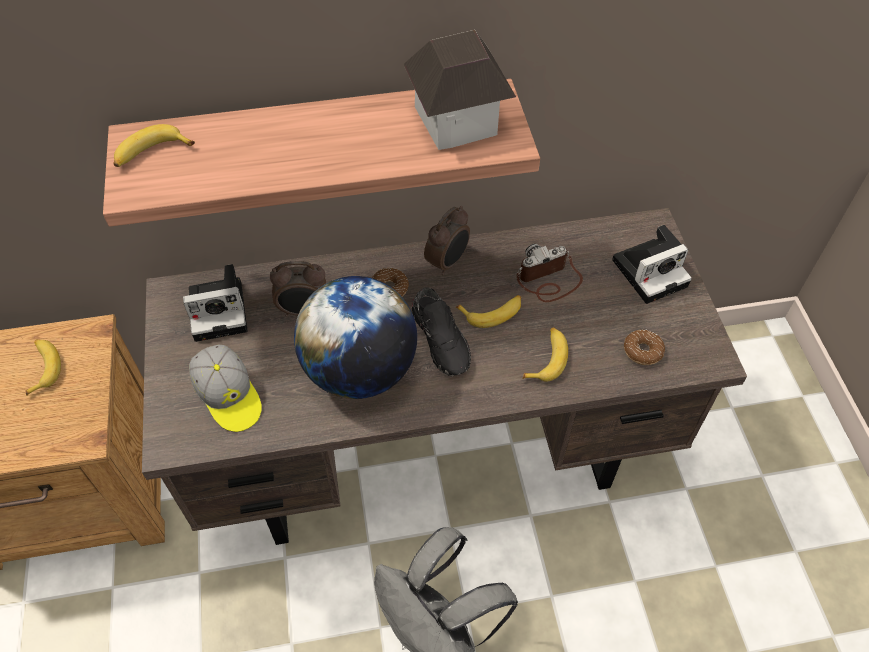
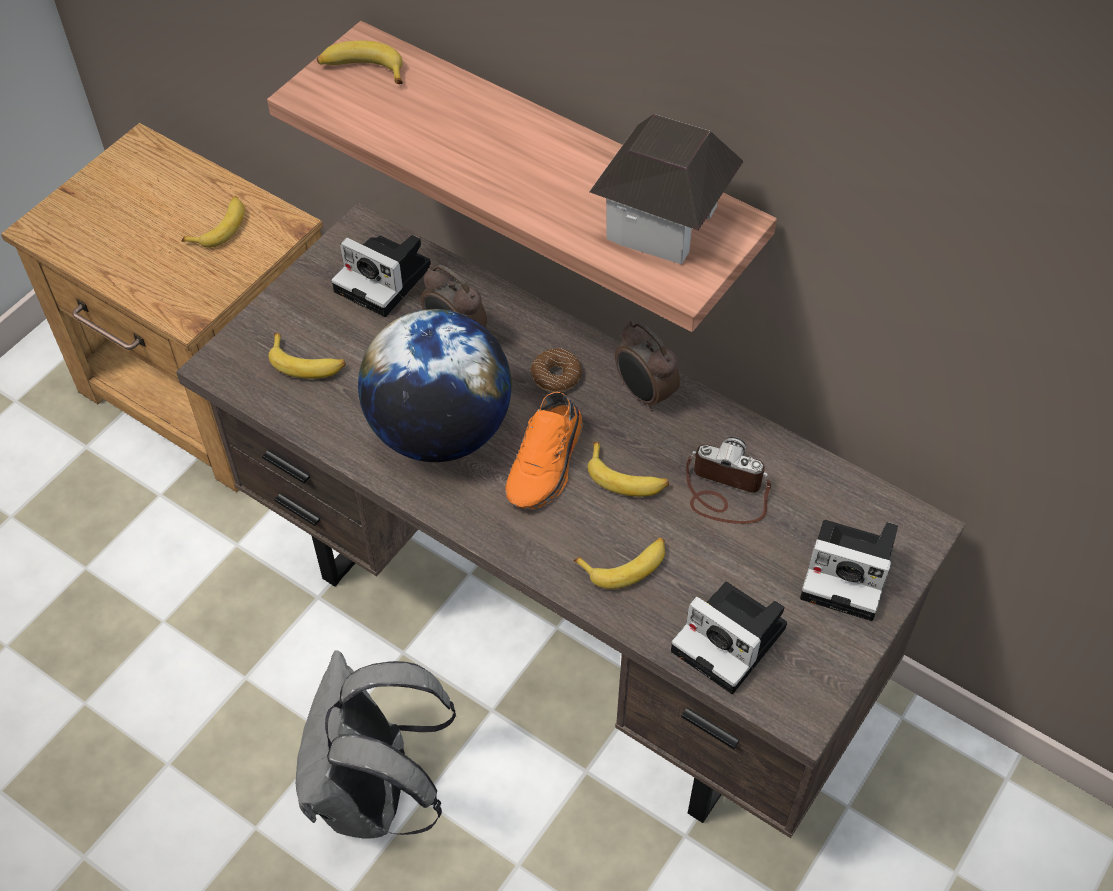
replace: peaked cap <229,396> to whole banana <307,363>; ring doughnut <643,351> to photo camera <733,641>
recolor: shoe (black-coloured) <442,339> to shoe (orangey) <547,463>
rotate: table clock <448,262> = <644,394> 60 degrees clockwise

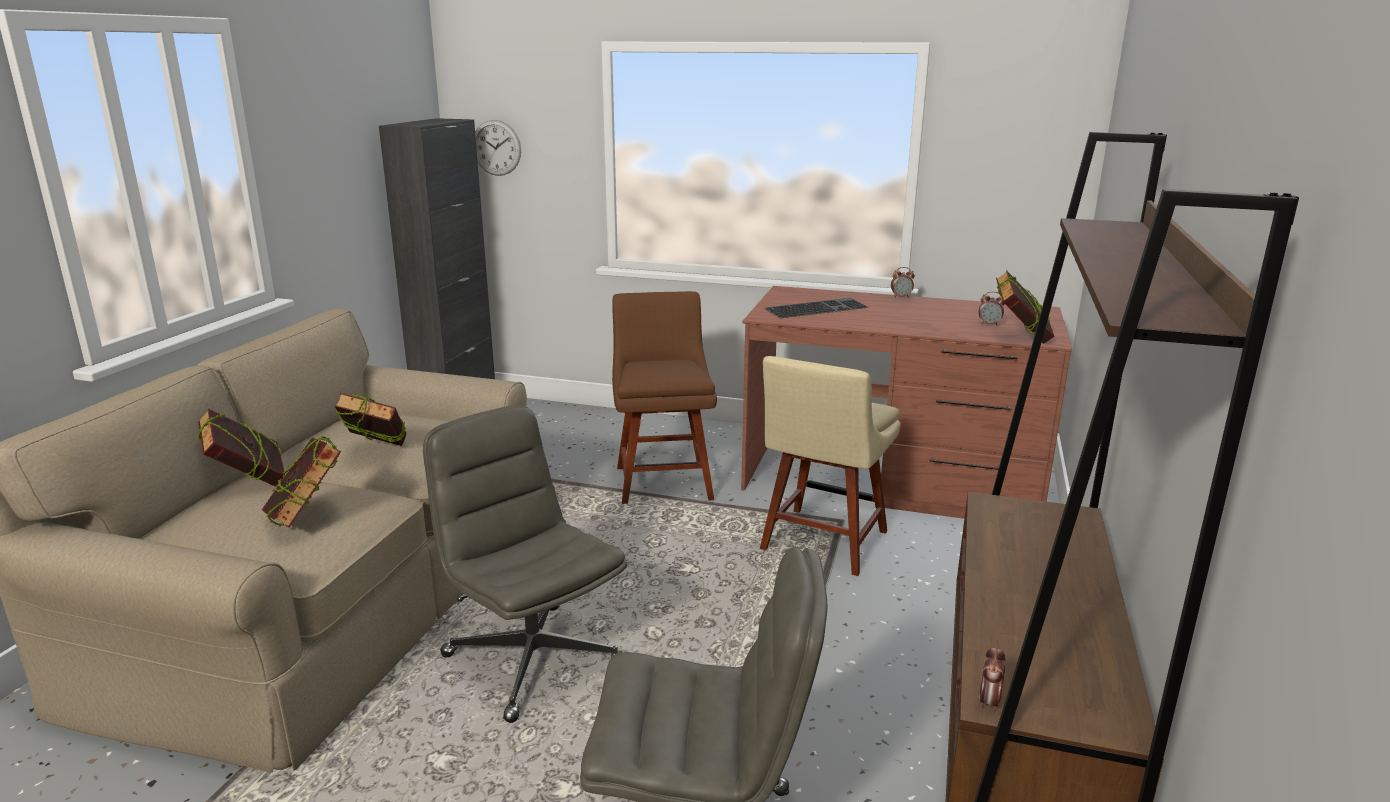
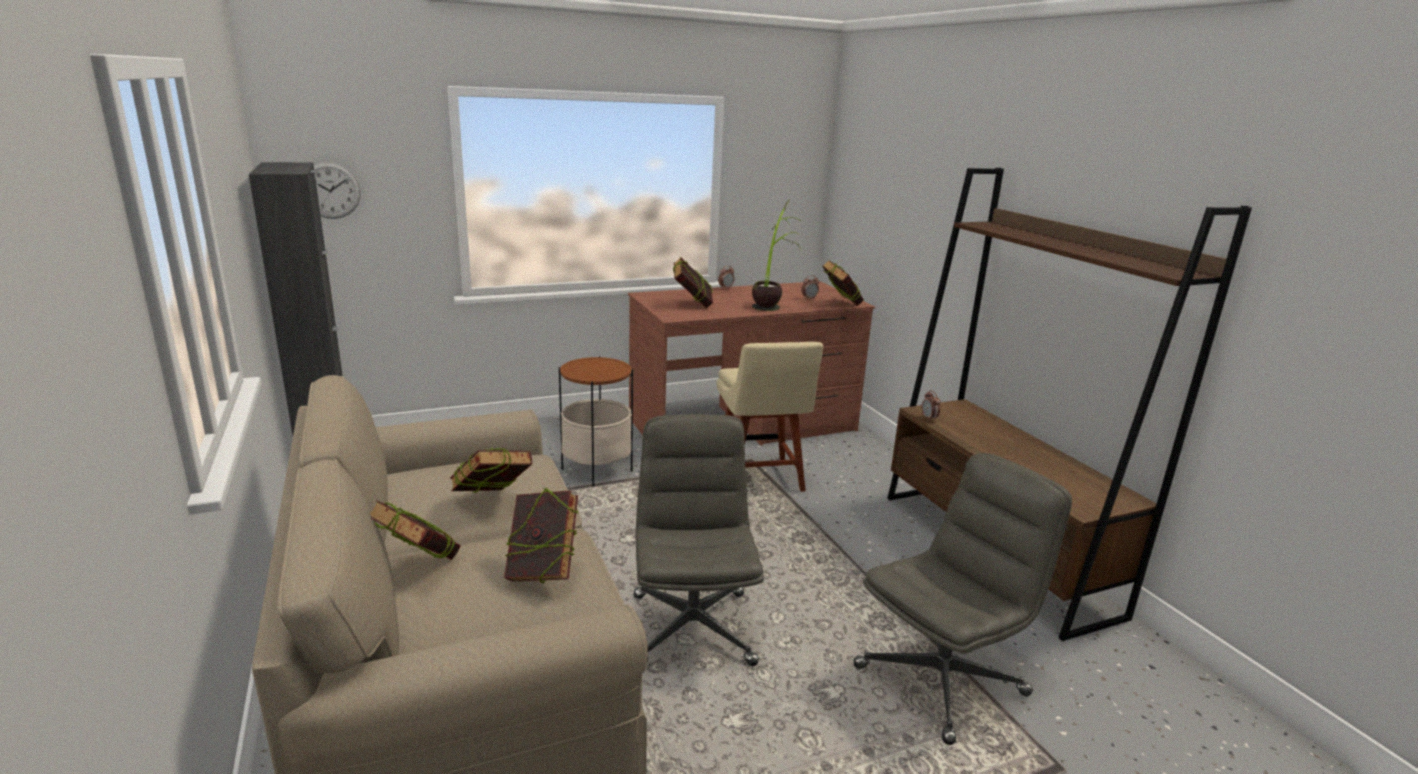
insert: plant in a pot <772,303>
move: table clock <988,702> to <929,418>
replace: chair (brown) <663,480> to end table <596,470>; keyboard <816,308> to bound book <692,304>
rotate: office chair (greyish) <532,659> = <691,627> 75 degrees clockwise

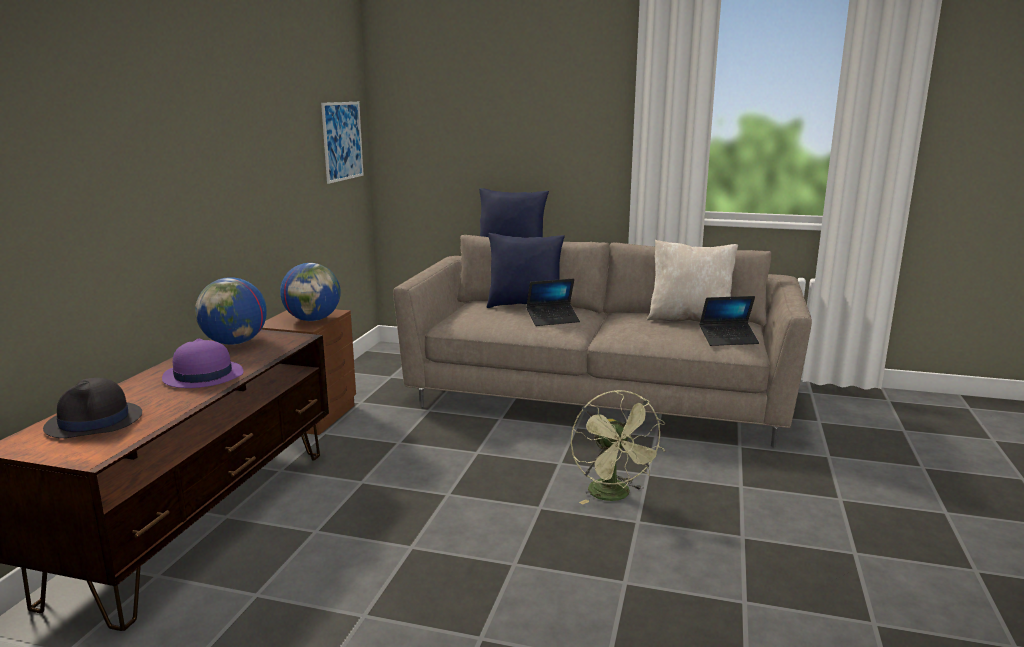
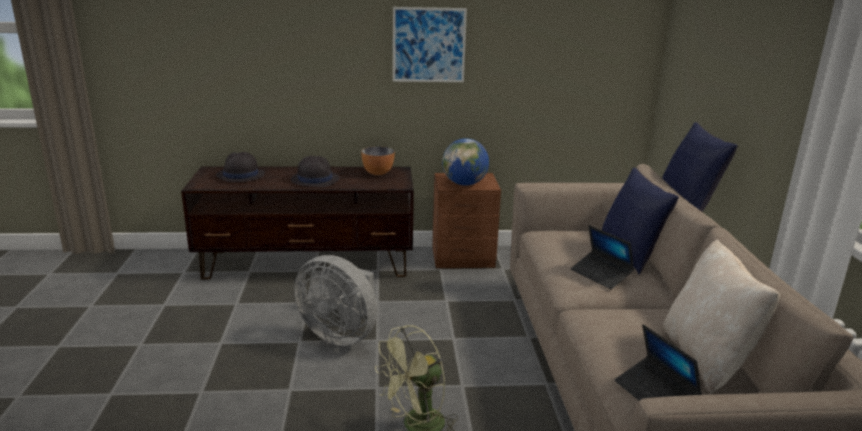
insert: electric fan (greyish) <341,334>
move: picture <342,141> to <429,45>
replace: world globe <235,343> to deep dish <378,173>
recolor: hat (purple-coloured) <202,376> to hat (black-coloured) <315,179>

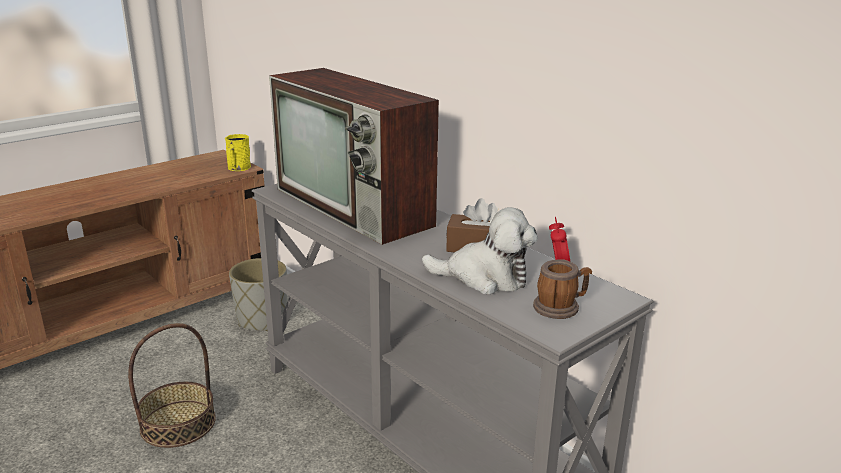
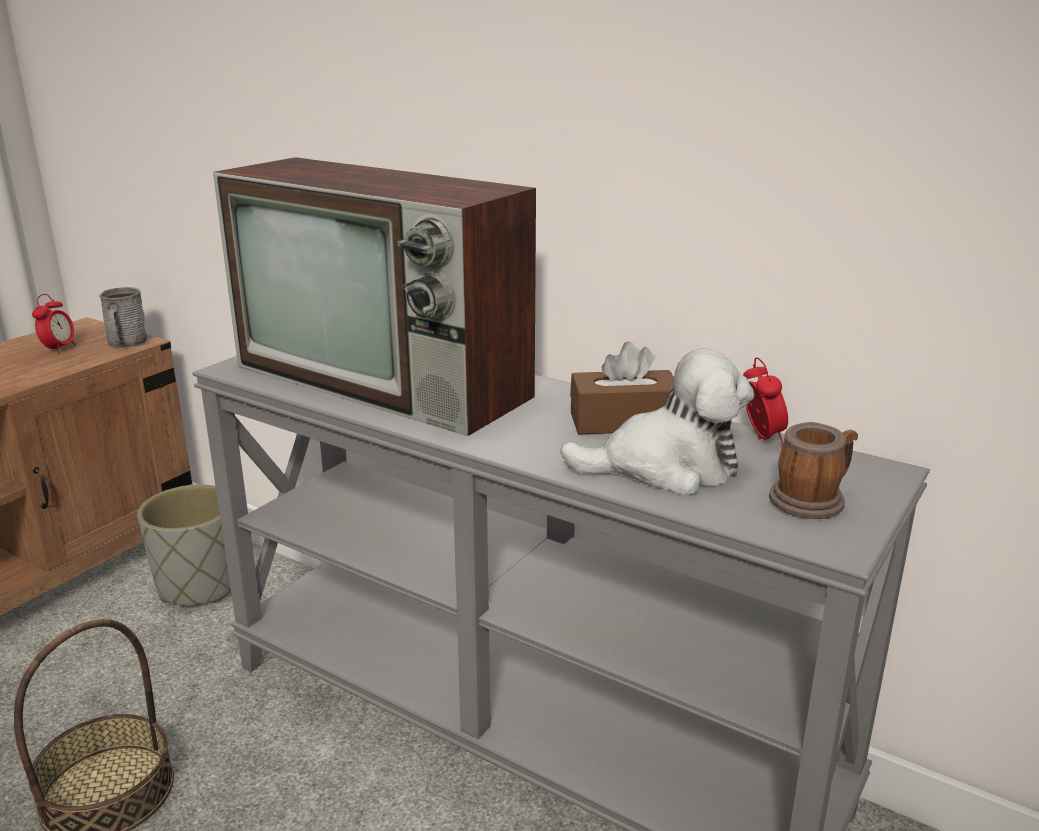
insert: table clock <59,349>
recolor: coffee mug (yellow) <238,168> to coffee mug (greyish) <126,344>

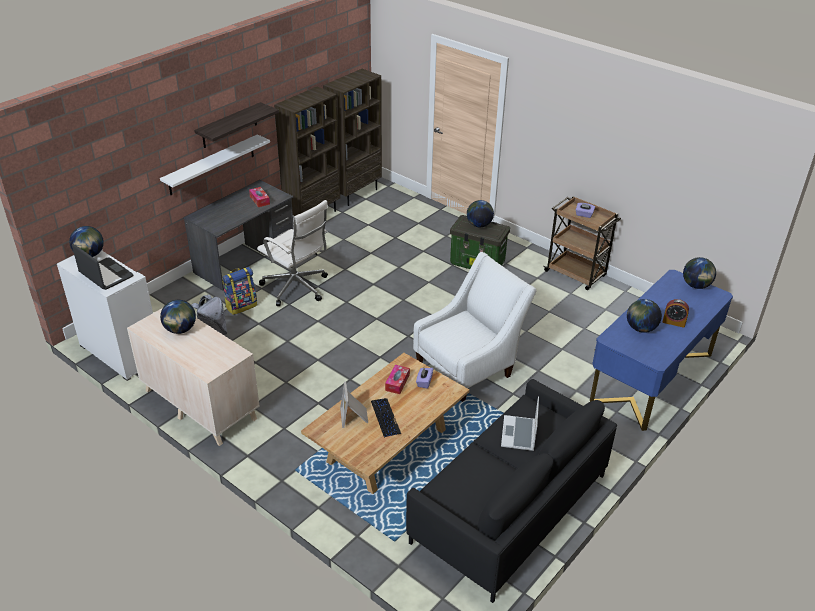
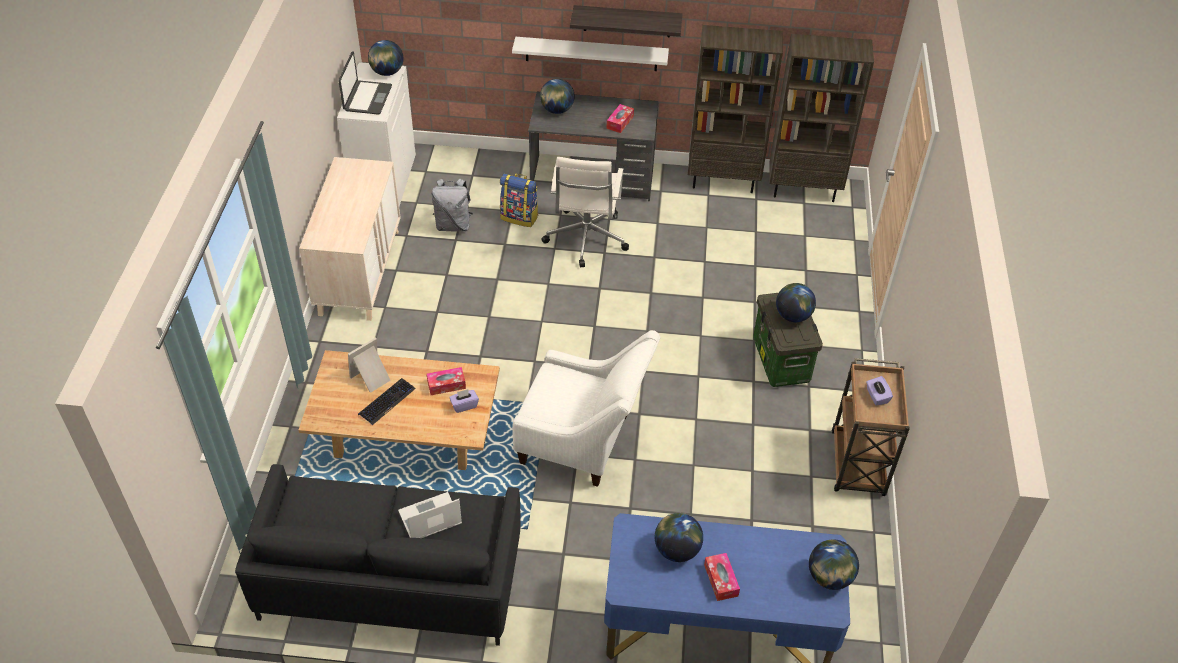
move: world globe <180,330> to <557,110>
replace: table clock <674,322> to tissue holder <721,580>

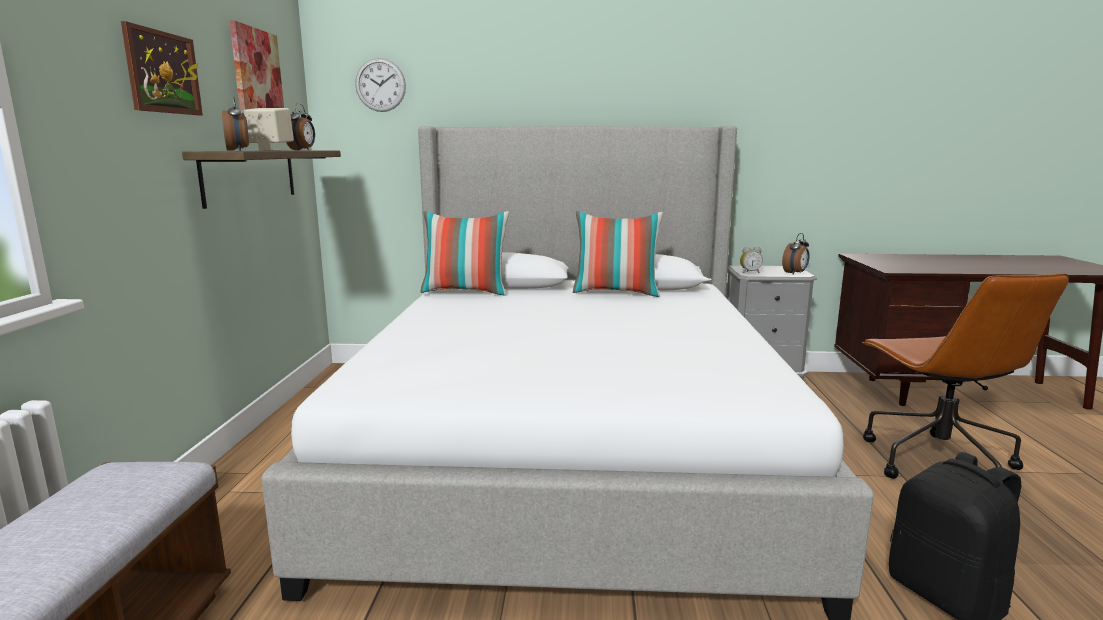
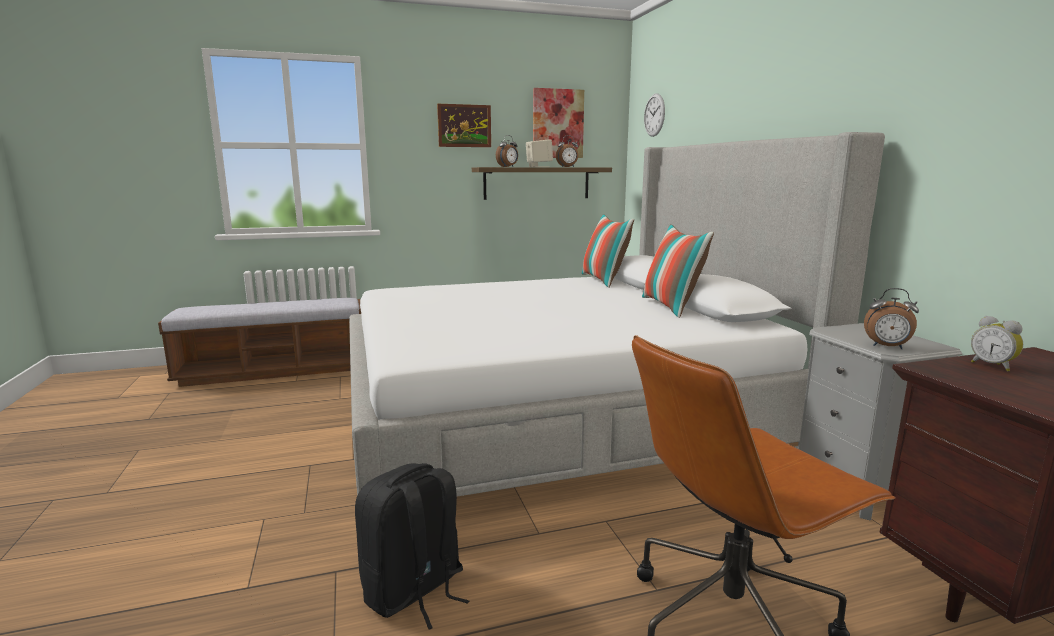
move: table clock <749,272> to <993,366>

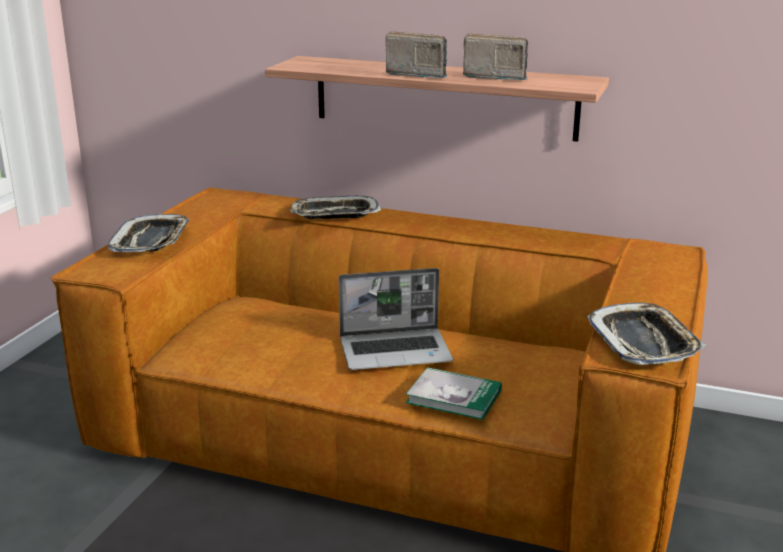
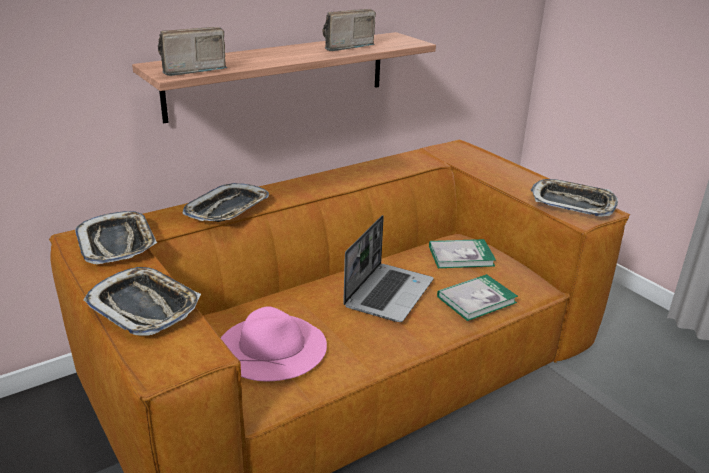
insert: serving tray <117,243>; hat (pink-coloured) <272,346>; bound book <461,256>
move: radio set <417,74> to <190,70>

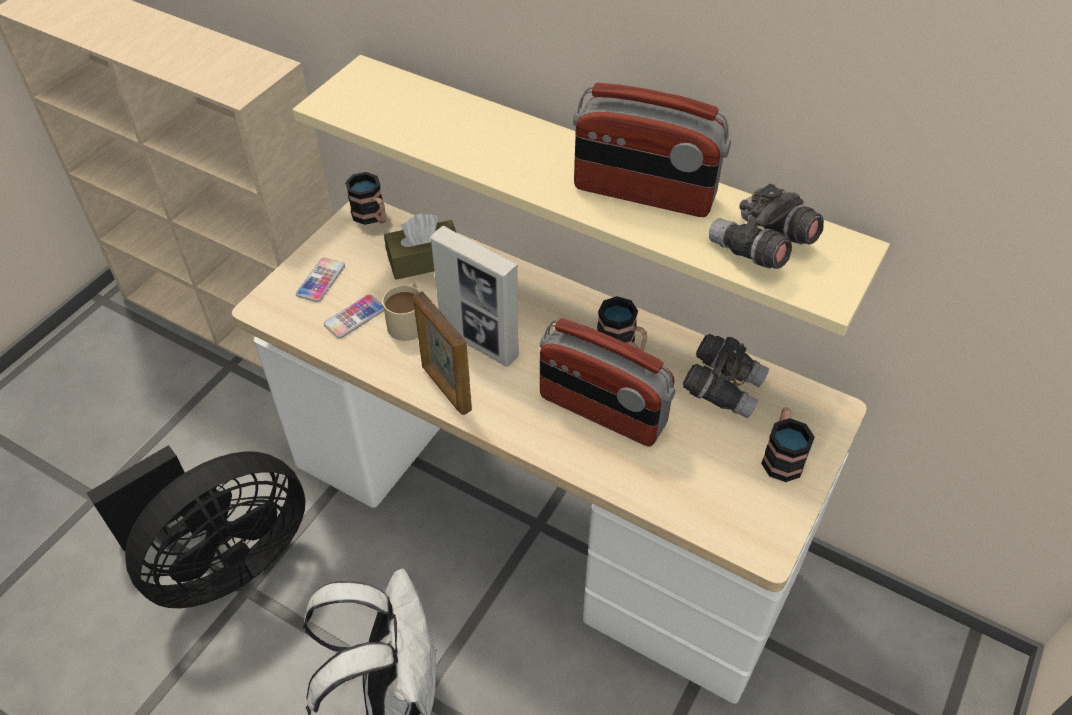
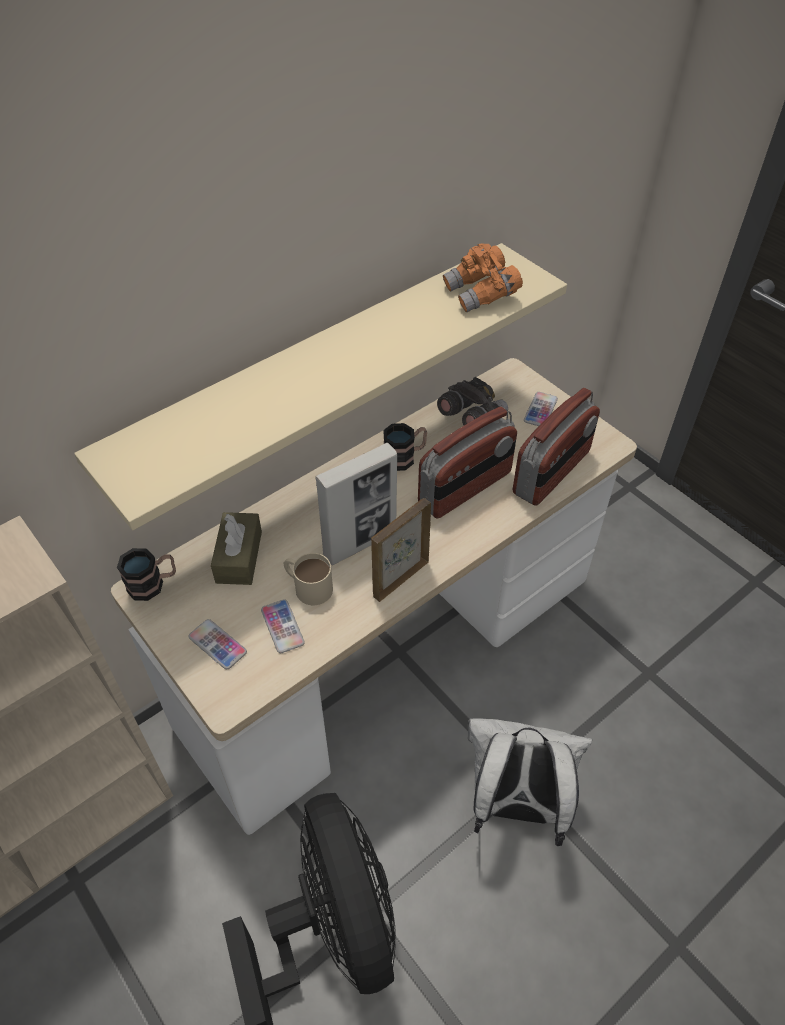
move: radio set <644,193> to <552,473>
replace: coffee mug <781,456> to handset <540,410>
recolor: binoculars (greyish) <761,248> to binoculars (orangey) <481,294>
rotate: picture frame <446,388> = <400,579> 150 degrees clockwise

